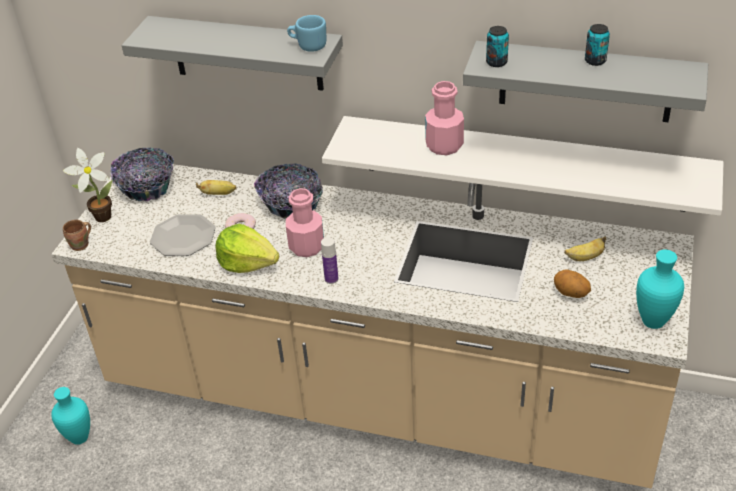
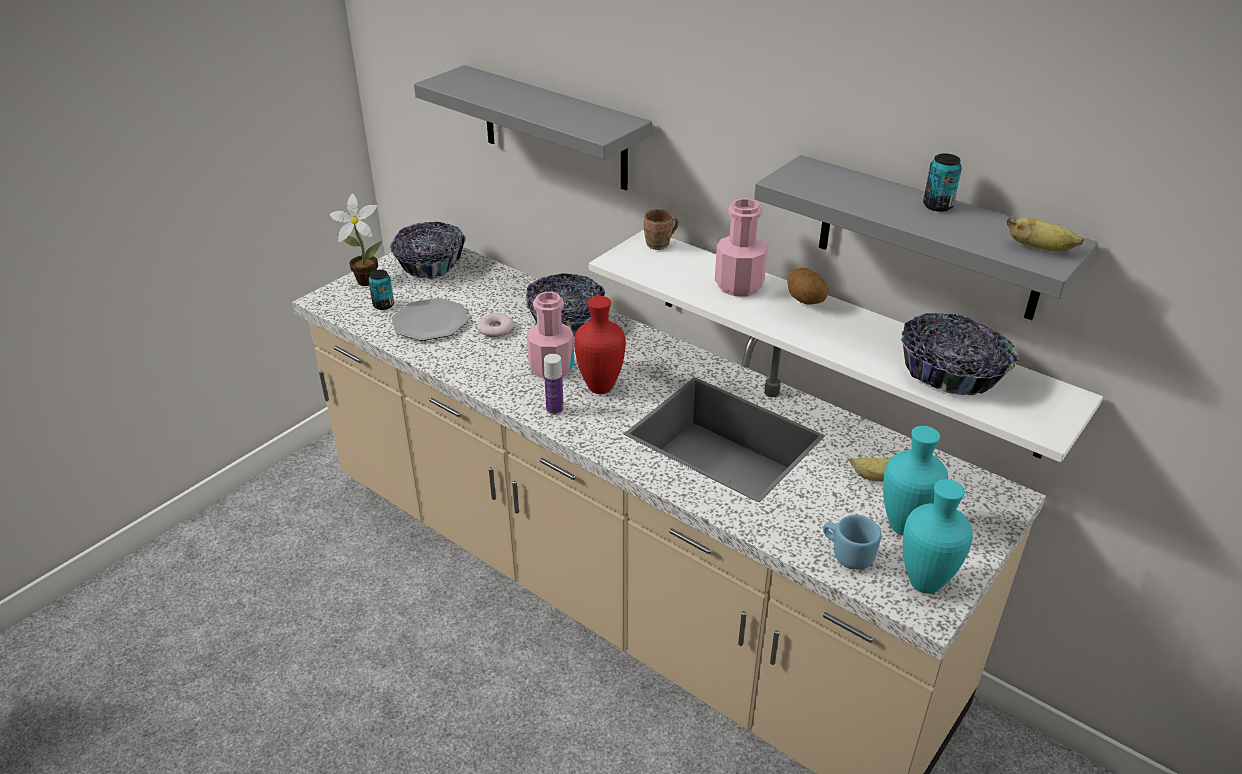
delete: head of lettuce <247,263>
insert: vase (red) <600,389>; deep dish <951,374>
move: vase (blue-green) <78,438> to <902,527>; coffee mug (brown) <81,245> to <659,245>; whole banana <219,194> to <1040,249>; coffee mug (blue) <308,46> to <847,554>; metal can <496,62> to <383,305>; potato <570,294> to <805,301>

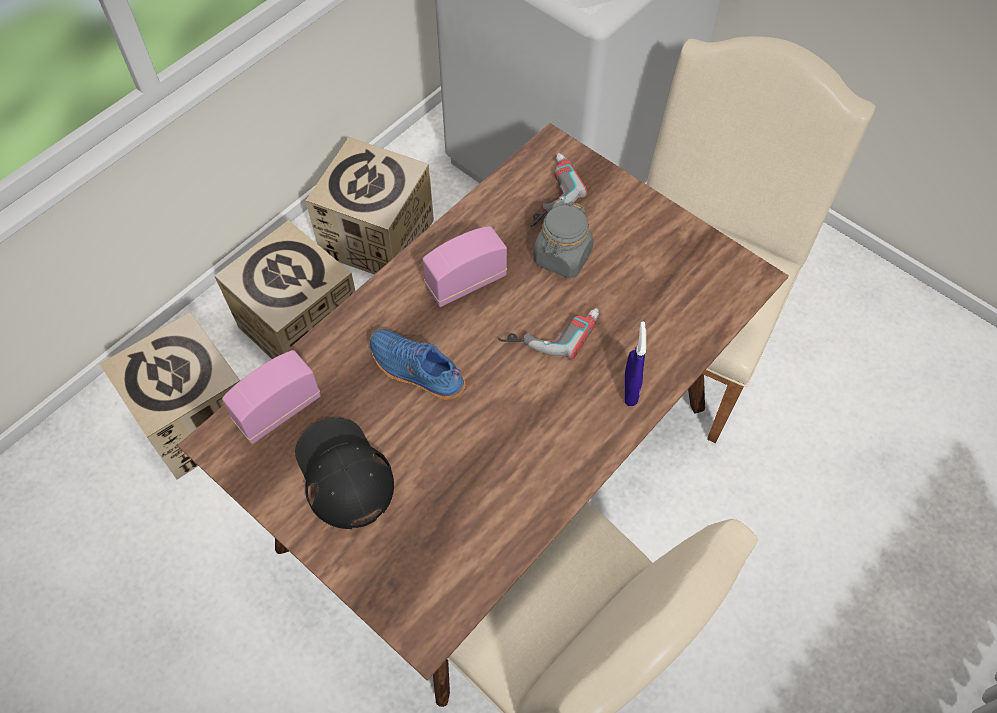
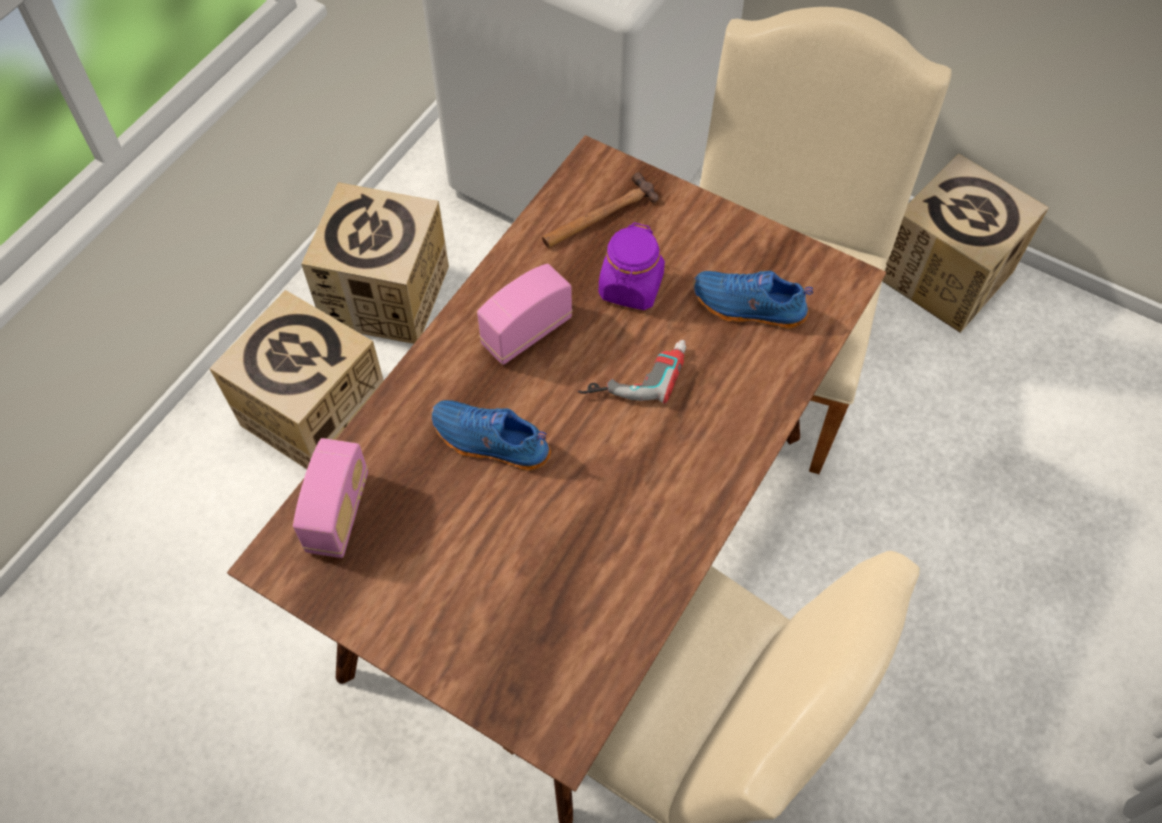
delete: peaked cap (black-coloured) <343,474>; hand sprayer (blue) <630,390>
insert: shoe (blue) <748,308>
move: packing box <196,418> to <945,274>
replace: drill <547,193> to hand hammer <598,216>
recolor: preserve jar (greyish) <562,257> to preserve jar (purple-coloured) <631,287>
rotate: radio set <278,410> = <338,513> 150 degrees clockwise

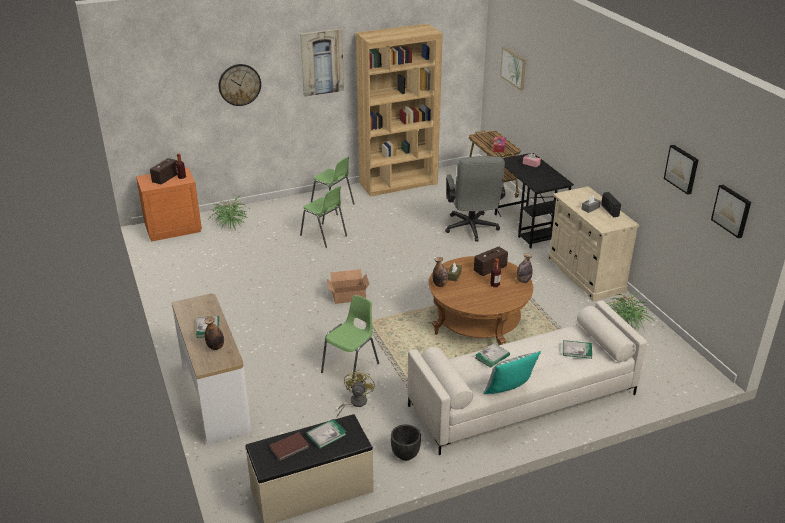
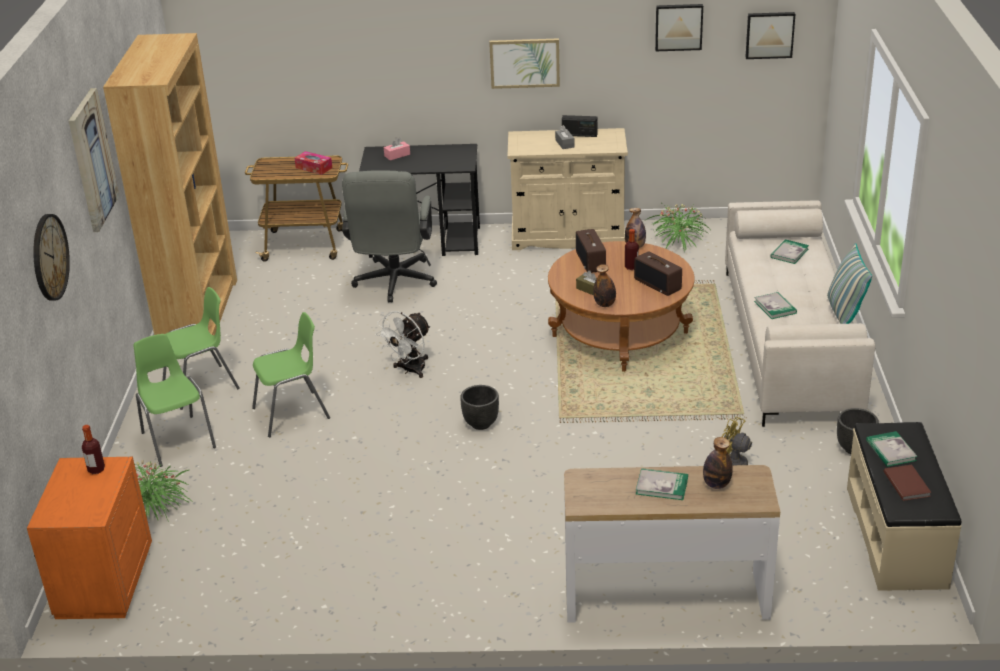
insert: electric fan (white-coloured) <409,370>
move: radio set <165,178> to <658,284>; chair (green-coloured) <351,368> to <177,440>; picture <513,68> to <524,63>
replace: packing box <347,295> to planter (black-coloured) <480,424>
rotate: office chair (greyish) <472,230> = <394,284> 75 degrees clockwise

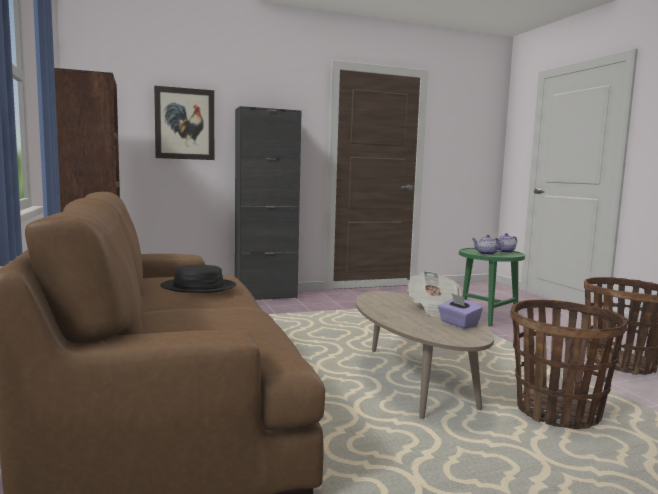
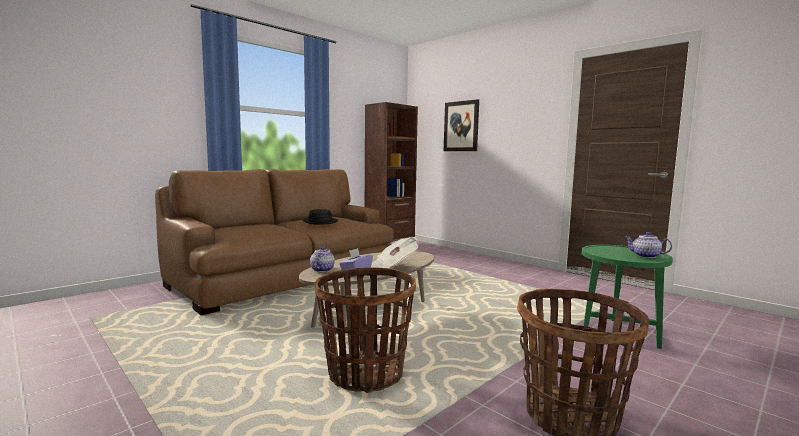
delete: cabinet (black-coloured) <266,296>
move: teapot <486,254> to <322,269>

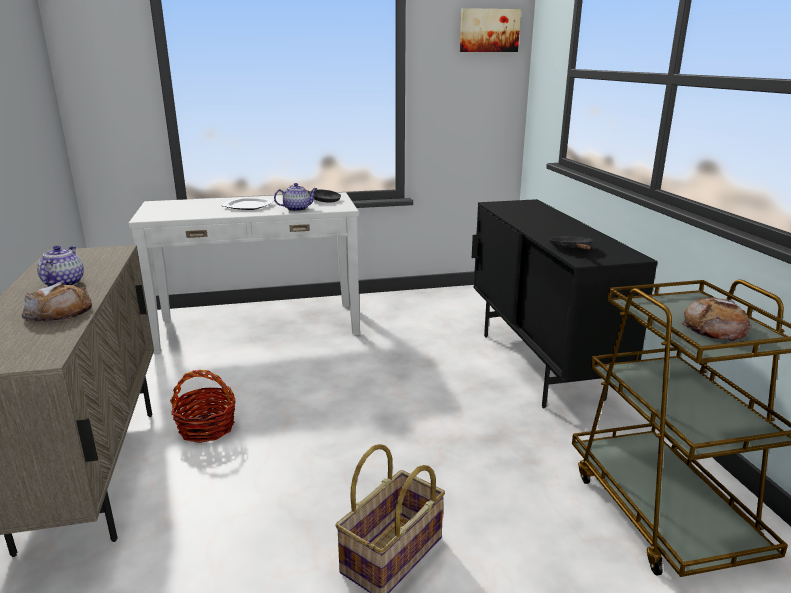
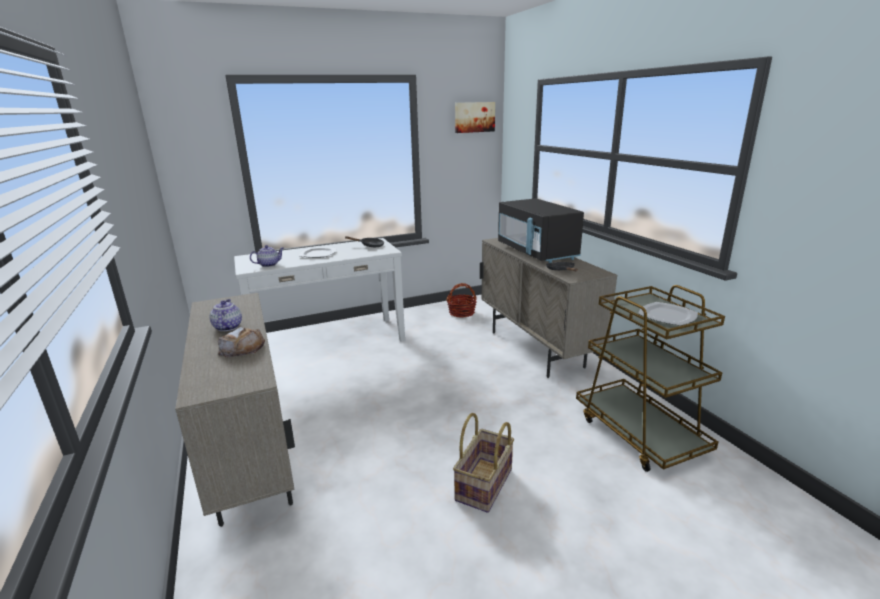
insert: microwave oven (black-coloured) <536,252>
move: basket <207,428> to <461,312>; teapot <297,209> to <269,264>
replace: baked bread <715,327> to plate <668,316>
recolor: cabinet (black-coloured) <539,365> to cabinet (beige) <536,349>

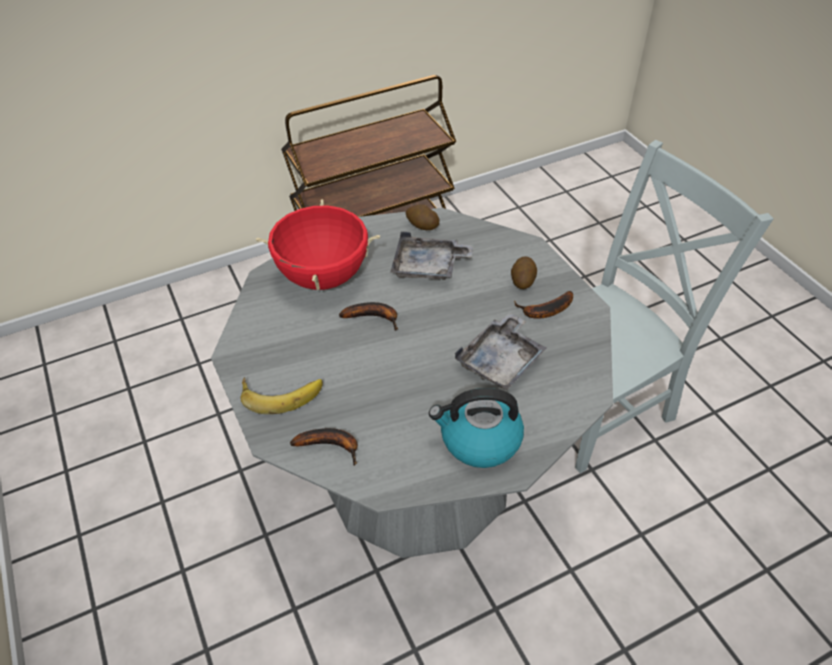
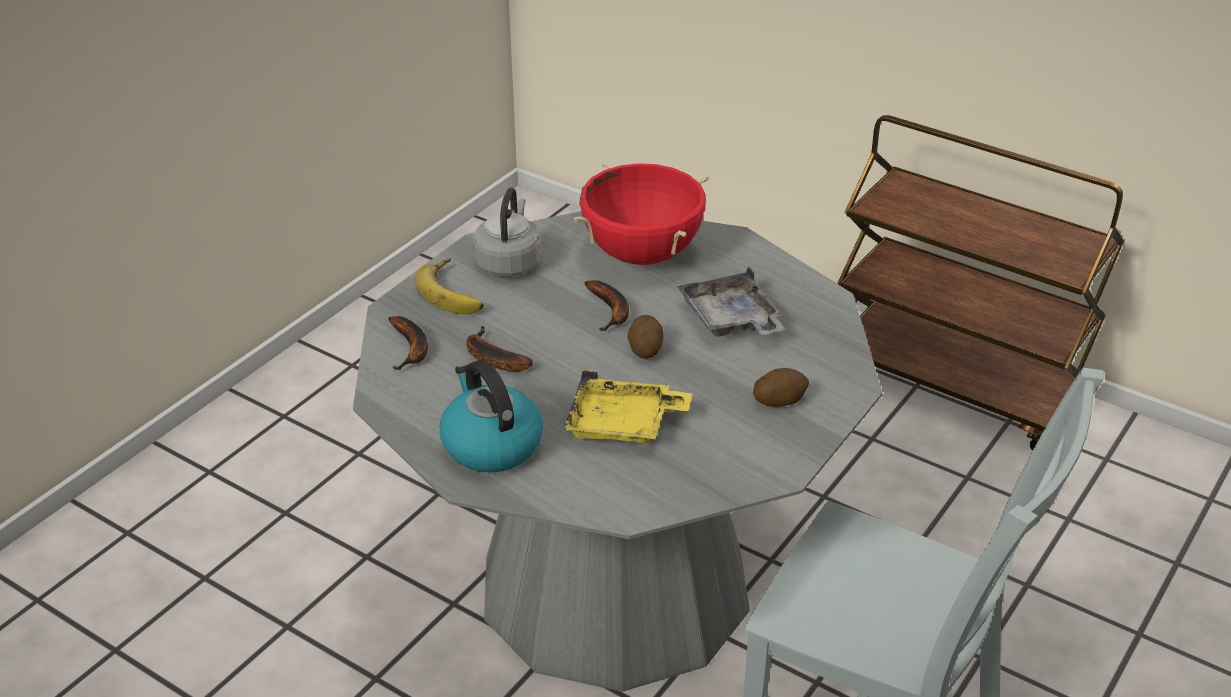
insert: kettle (greyish) <509,262>
move: potato <422,225> to <645,348>; whole banana <545,311> to <491,358>
recolor: serving tray (greyish) <501,361> to serving tray (yellow) <623,424>

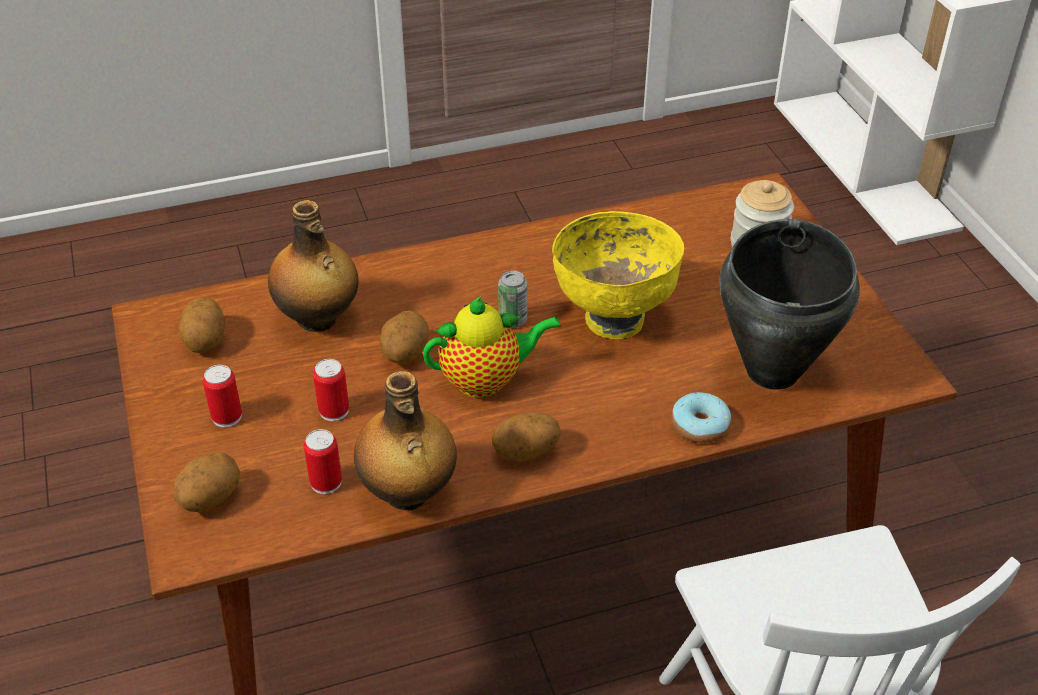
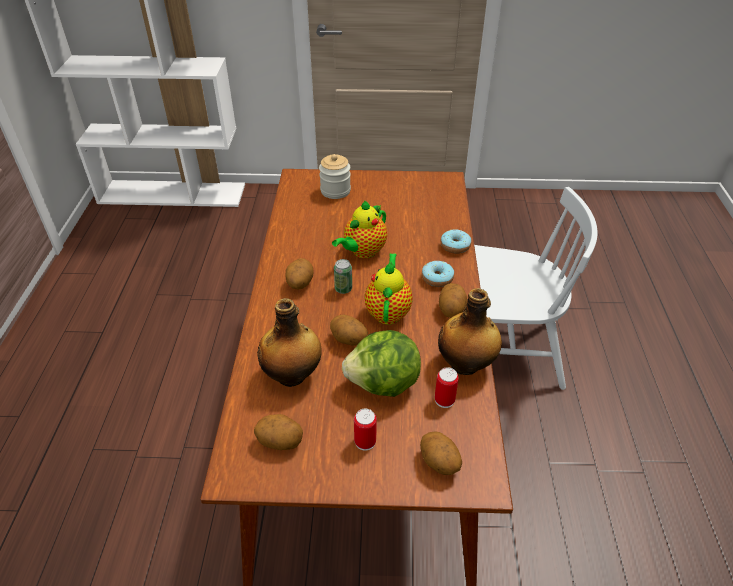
delete: saucepot (black-coloured) <773,371>
insert: potato <300,284>; ring doughnut <437,278>
replace: metal can <334,411> to head of lettuce <383,384>; deep dish (yellow) <614,318> to teapot <363,252>

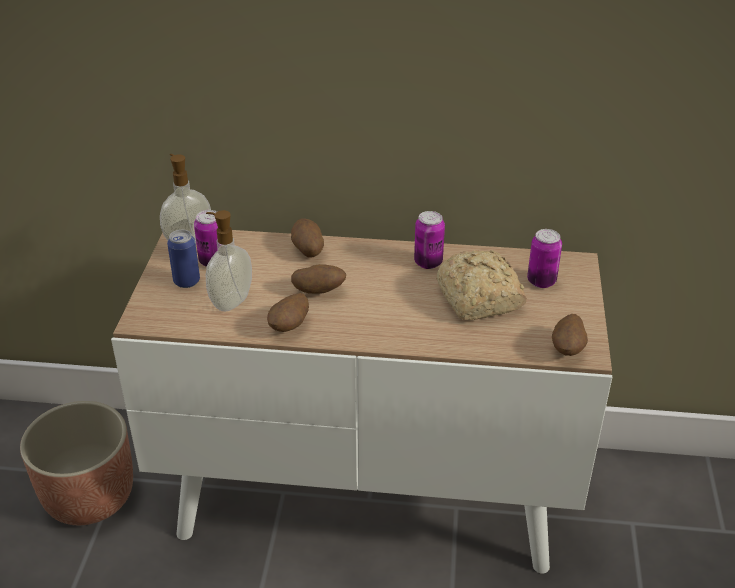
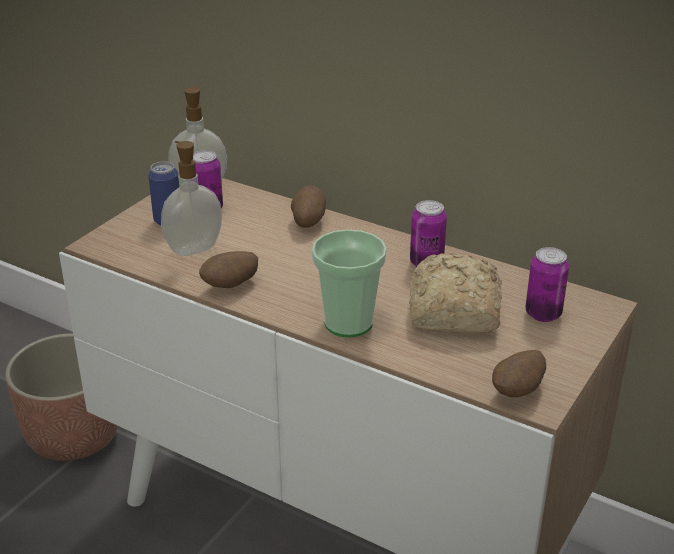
delete: potato <319,291>
insert: small cup <348,323>

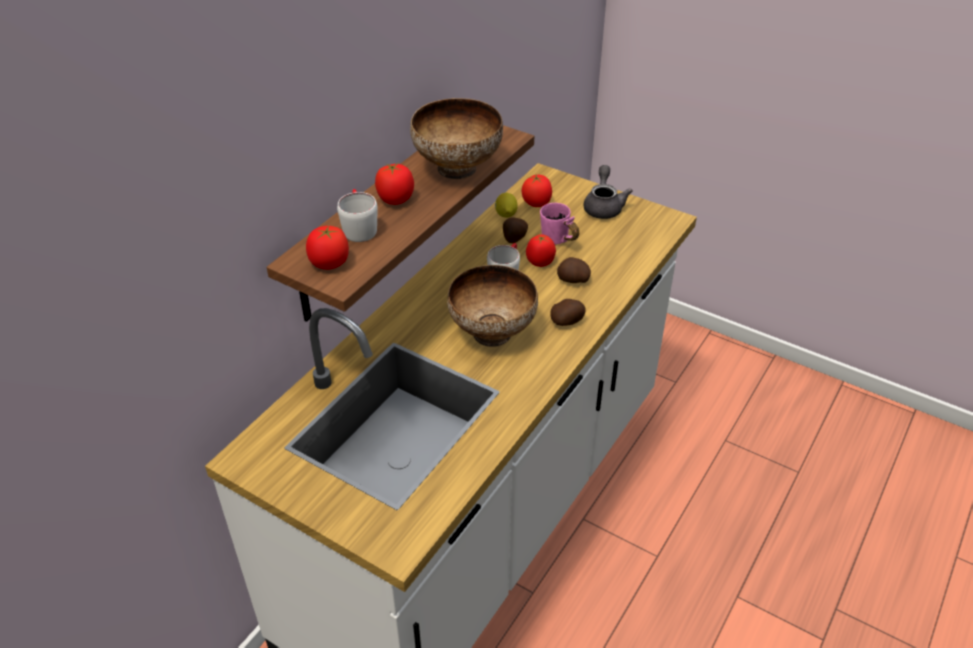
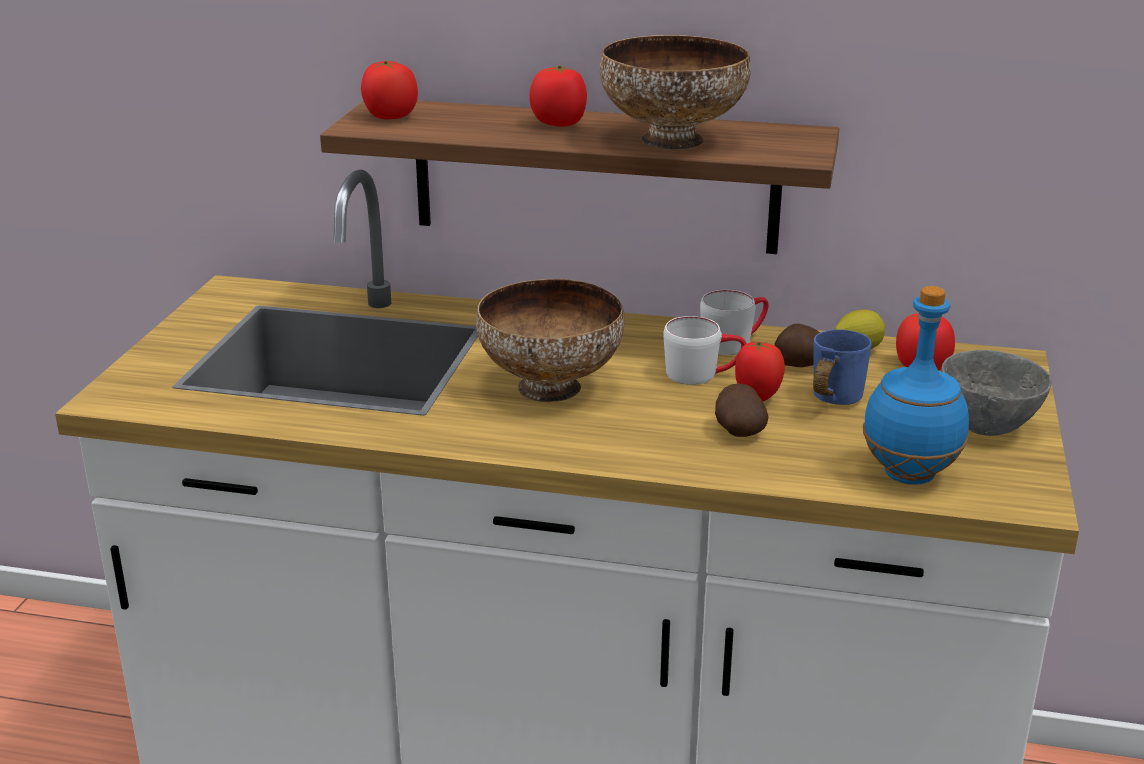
delete: potato <567,321>
insert: beverage bottle (blue) <910,474>
move: coffee mug (white-coloured) <358,227> to <734,342>
replace: teapot (greyish) <603,206> to deep dish (greyish) <987,427>
recolor: coffee mug (pink-coloured) <556,243> to coffee mug (blue) <827,401>

